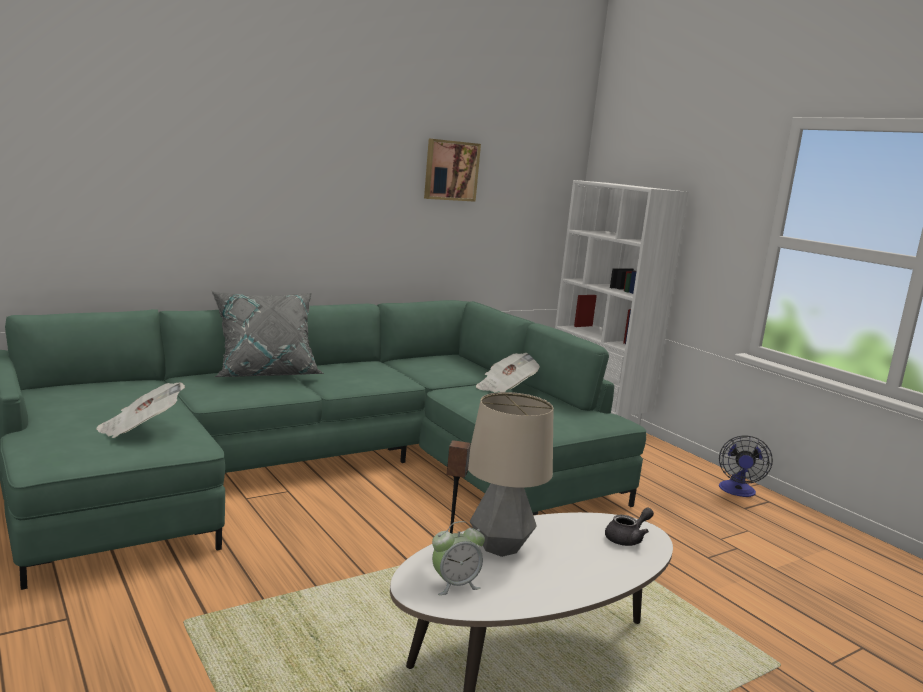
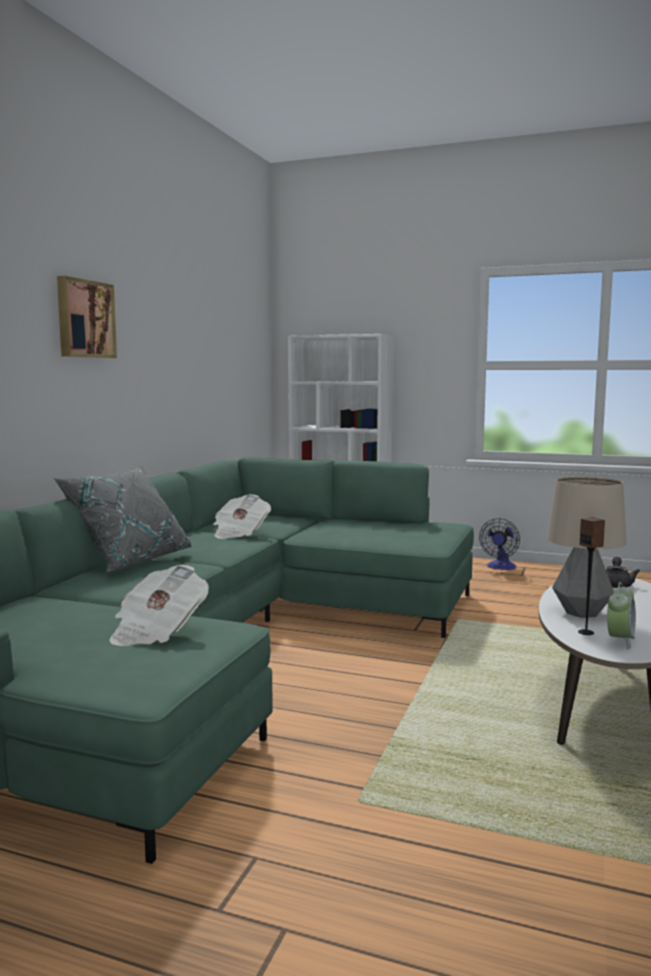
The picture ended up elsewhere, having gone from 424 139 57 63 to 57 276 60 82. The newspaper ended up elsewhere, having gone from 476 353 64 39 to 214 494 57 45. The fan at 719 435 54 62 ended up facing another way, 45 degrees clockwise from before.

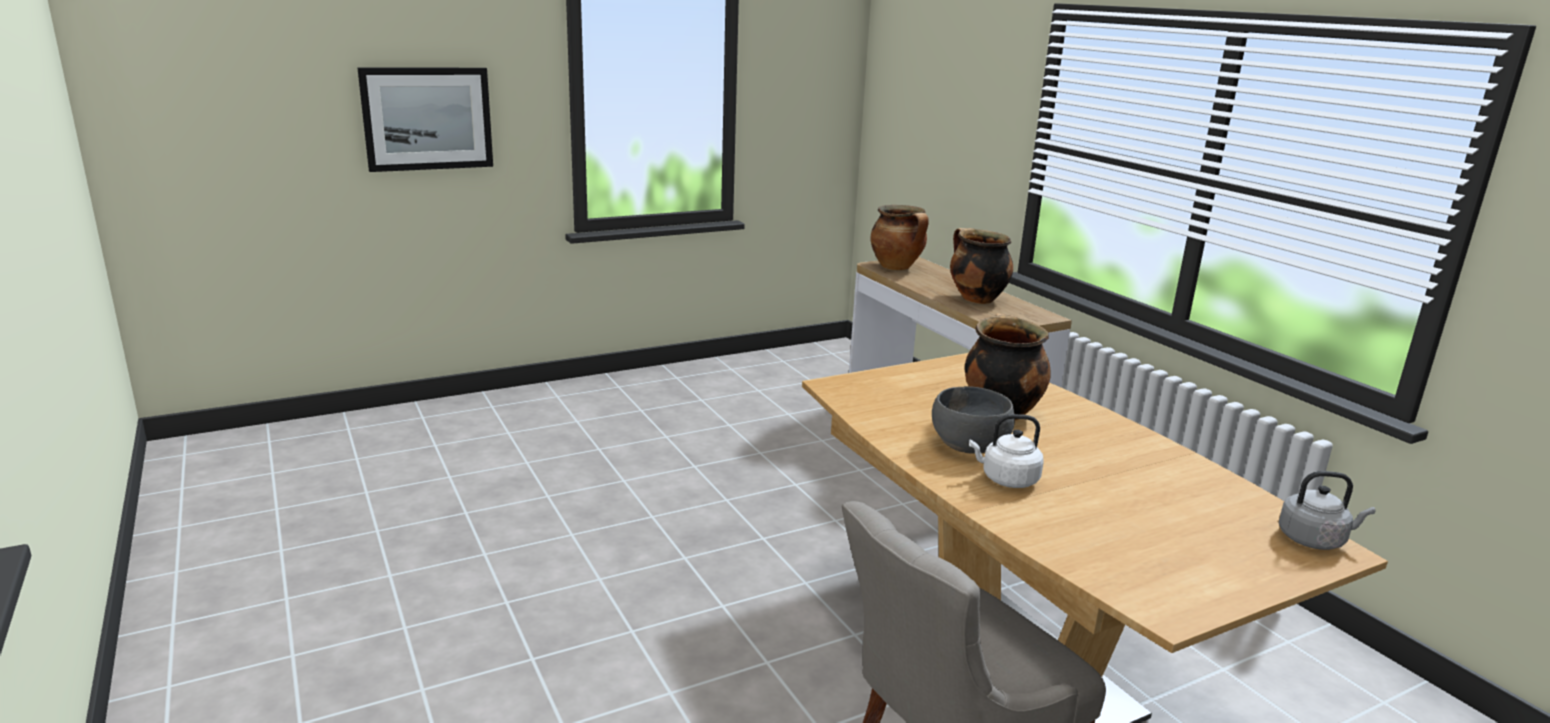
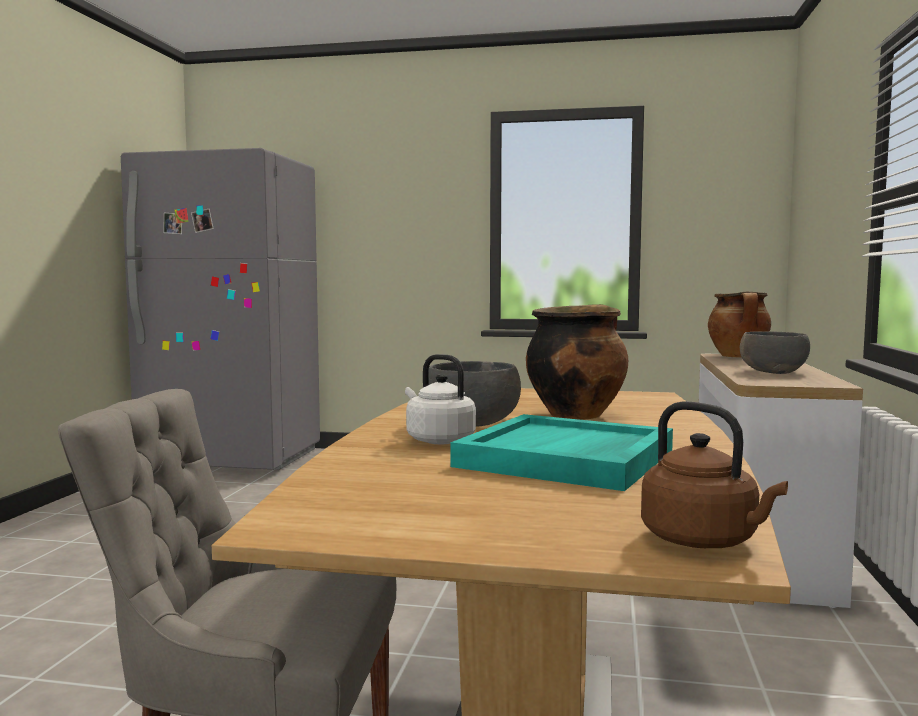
The second view lost the picture at 358 68 135 104. Where the cooking pot stood at 950 228 63 76, the bowl in grey came to stand at 740 331 70 43. What was the kettle in grey at 1279 471 96 79 turned into the kettle in brown at 641 402 147 146. The second view gained the fridge in grey at 121 148 199 322. The second view gained the tray in turquoise at 451 414 222 77.

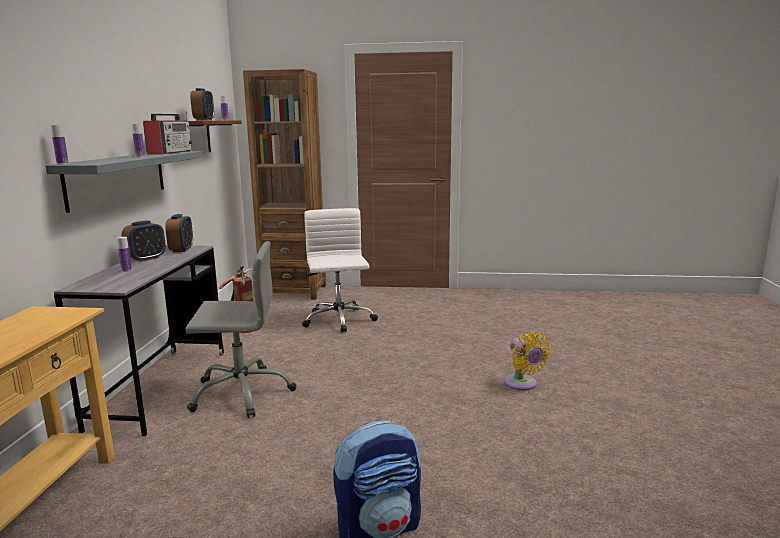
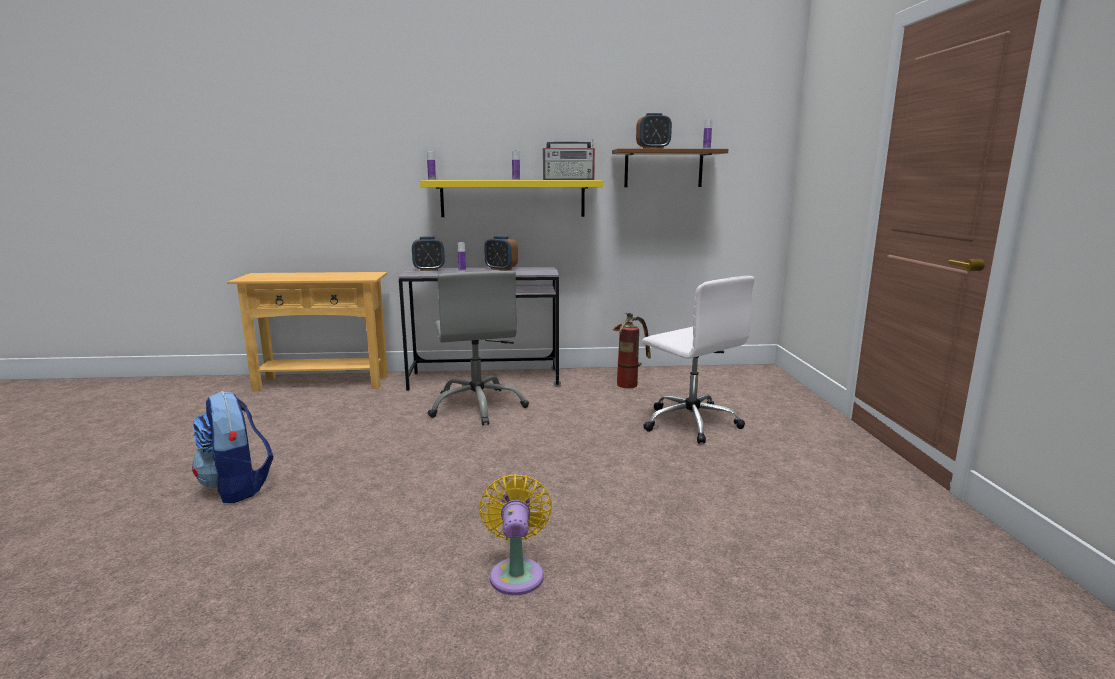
The second view lost the bookcase in brown at 243 69 83 231. What was the shelf in grey at 45 151 158 62 turned into the shelf in yellow at 420 180 183 37. The office chair in white at 302 208 76 124 ended up facing another way, 75 degrees clockwise from before. The alarm clock ended up elsewhere, having gone from 165 214 28 38 to 412 236 33 35. The fan in yellow at 504 332 47 59 ended up facing another way, 120 degrees clockwise from before.

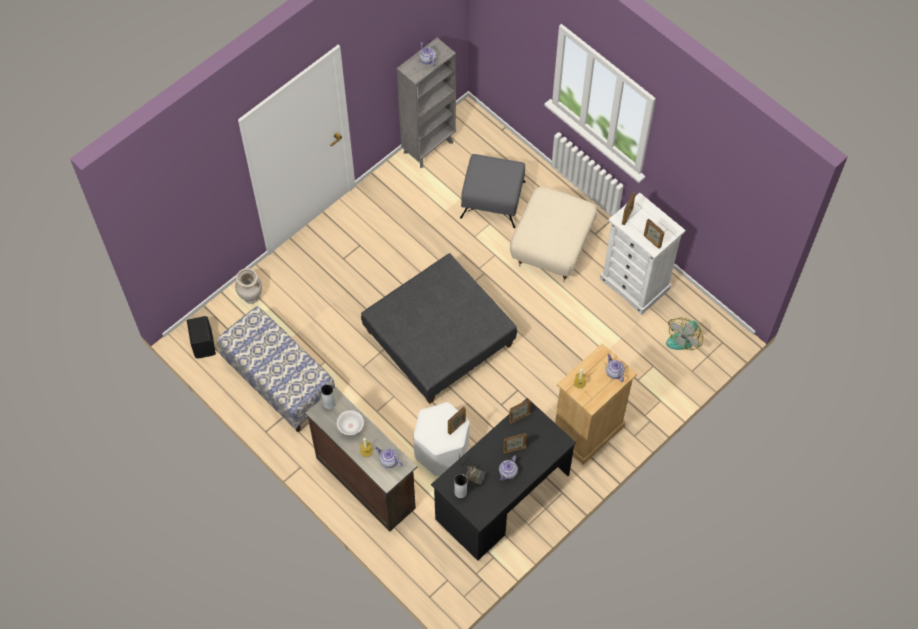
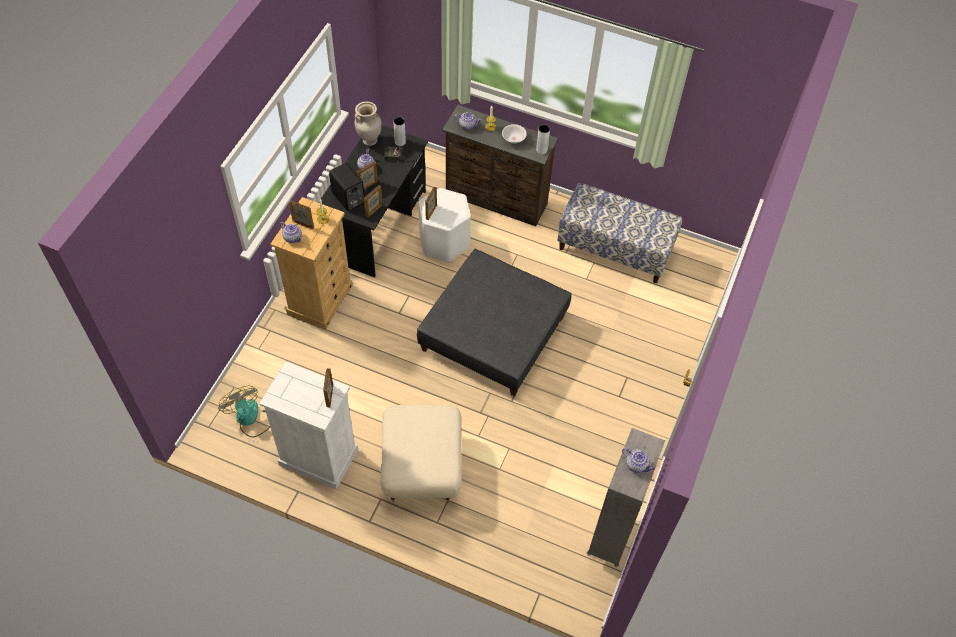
The second view lost the ottoman in grey at 460 154 66 74. The picture frame ended up elsewhere, having gone from 644 219 21 30 to 289 200 25 29. The vase in beige ended up elsewhere, having gone from 235 268 27 36 to 354 101 28 45. The speaker in black ended up elsewhere, having gone from 187 316 29 43 to 329 163 36 48. The fan at 666 318 37 32 ended up facing another way, 45 degrees counterclockwise from before.

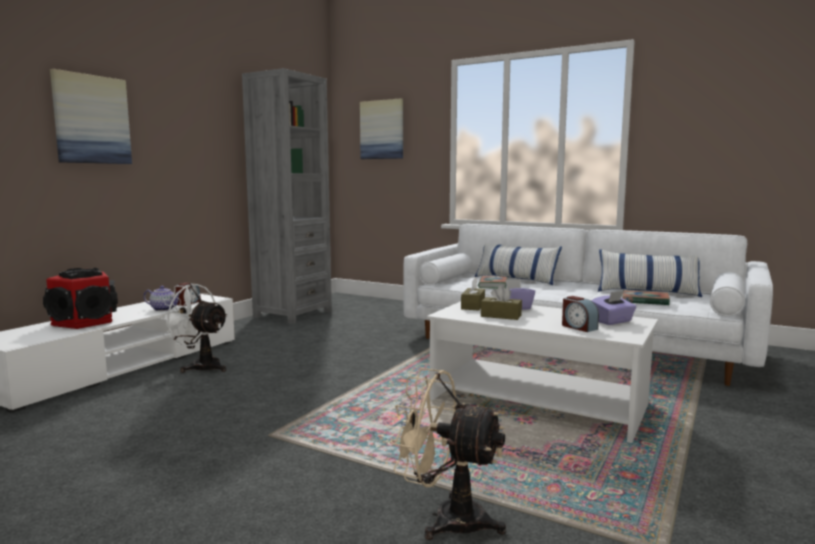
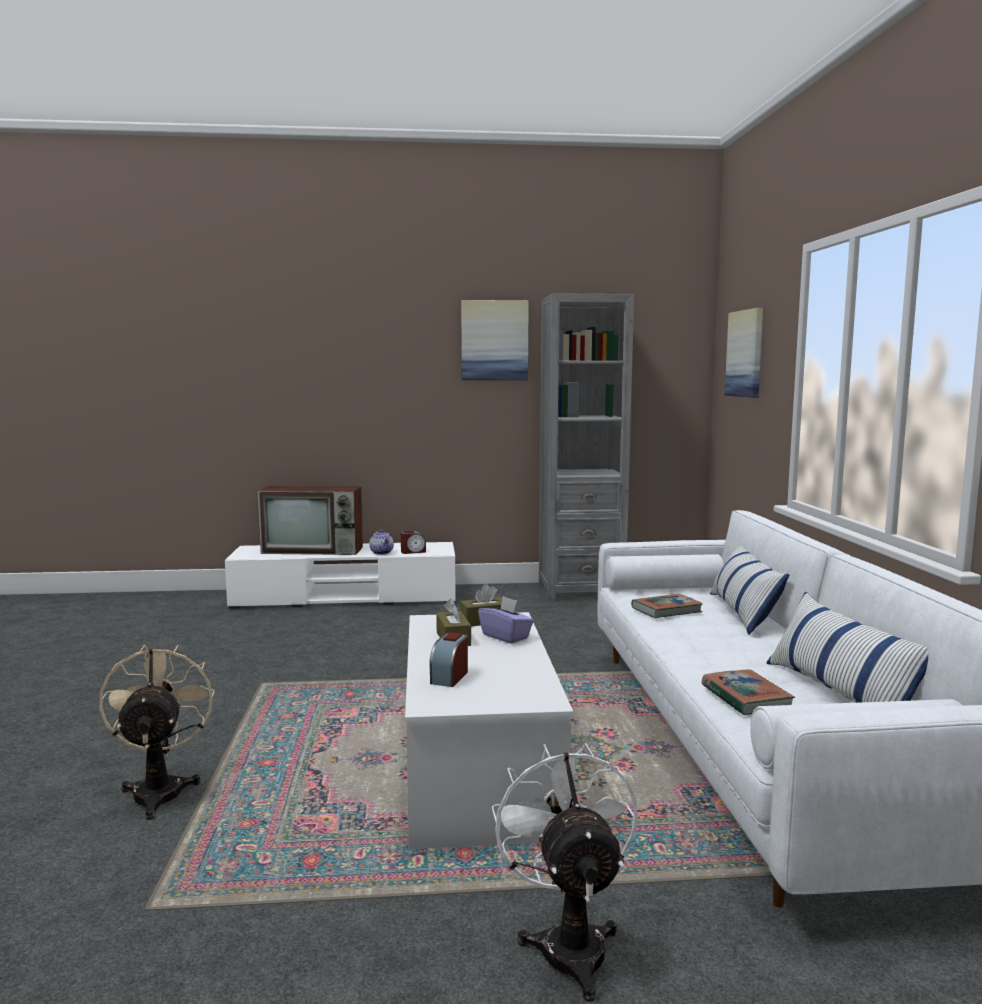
The picture ended up elsewhere, having gone from 50 69 82 95 to 461 300 68 80. Where the speaker stood at 43 268 75 61, the television came to stand at 258 486 105 69. The fan in white ended up elsewhere, having gone from 158 284 70 89 to 492 743 146 259. The second view lost the tissue box in purple at 591 291 45 34.

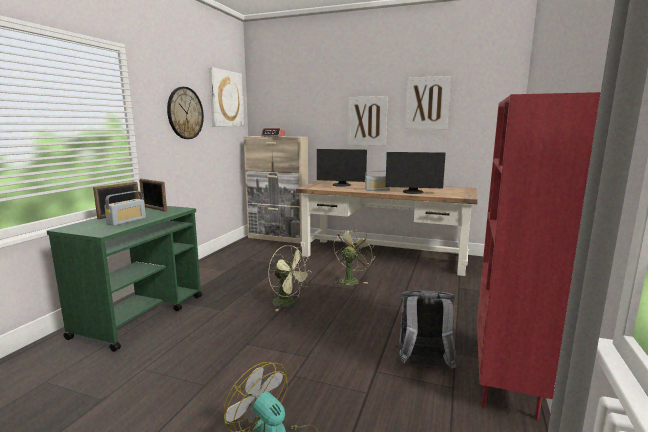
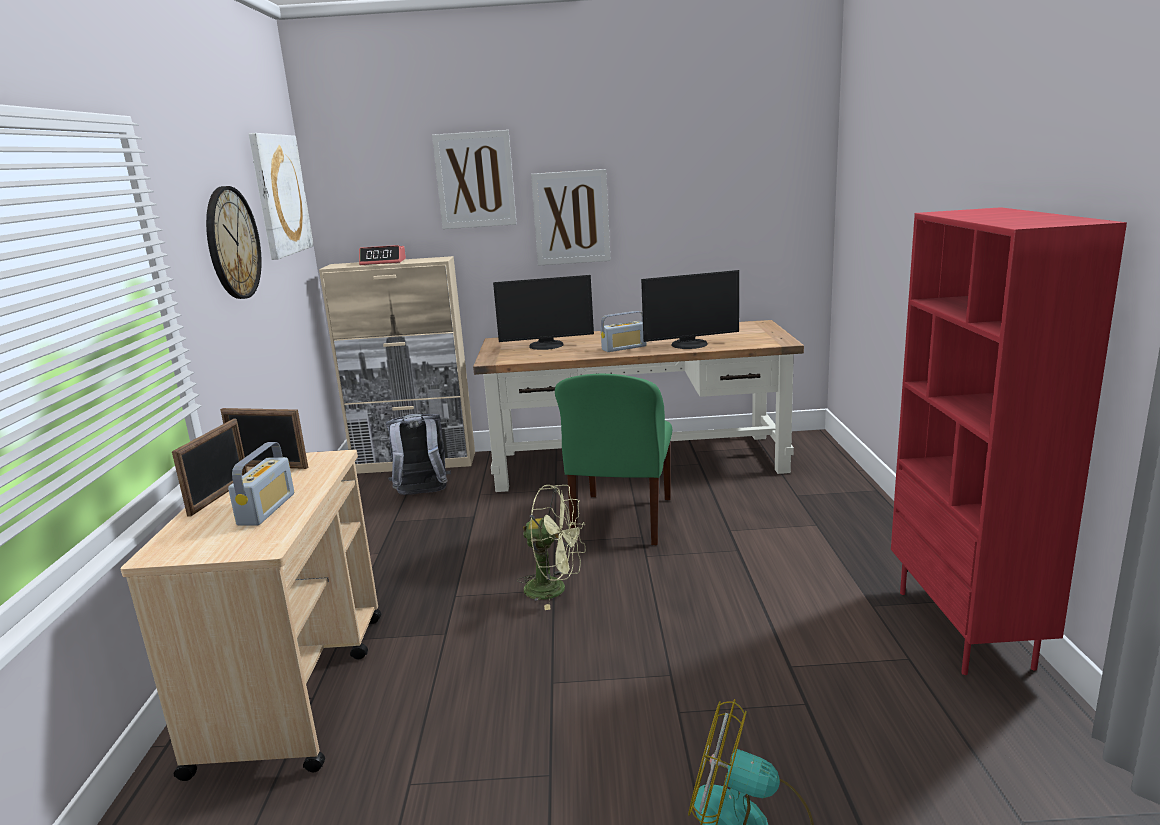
The picture ended up elsewhere, having gone from 405 76 46 53 to 432 130 85 99. What was the cart in green at 47 206 155 146 turned into the cart in beige at 120 450 261 331. Where the fan in green stood at 332 229 42 57, the chair in green came to stand at 555 374 117 171. The backpack in grey ended up elsewhere, having gone from 395 290 61 78 to 386 414 65 81.

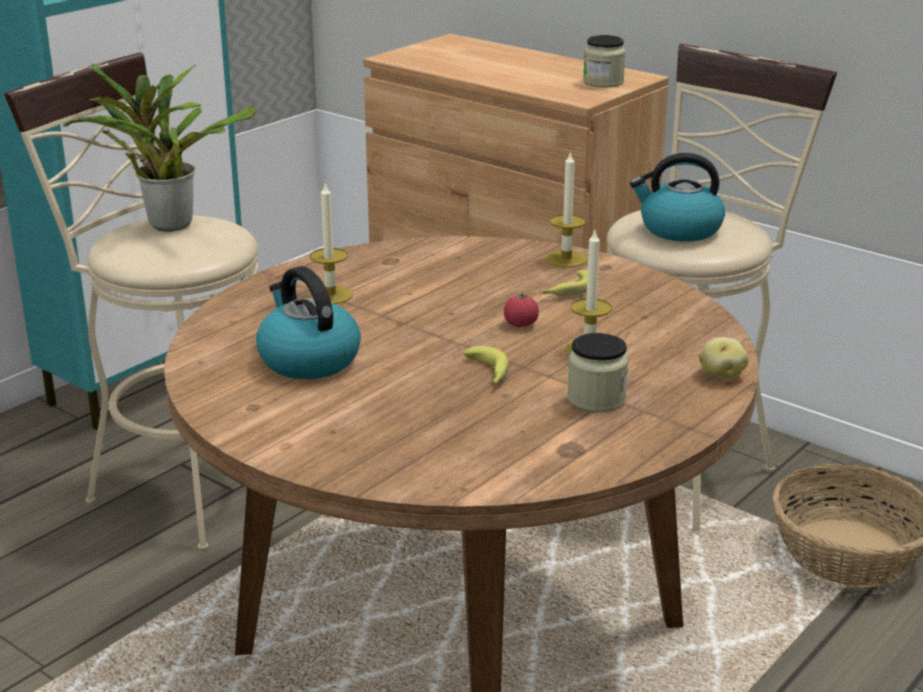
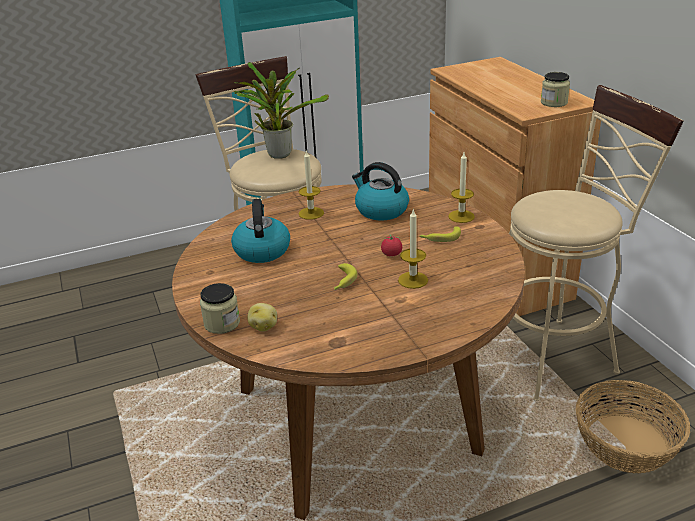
The kettle ended up elsewhere, having gone from 630 153 95 89 to 352 162 57 59. The jar ended up elsewhere, having gone from 567 333 62 80 to 200 283 40 51. The potato ended up elsewhere, having gone from 699 337 50 43 to 247 303 30 29.

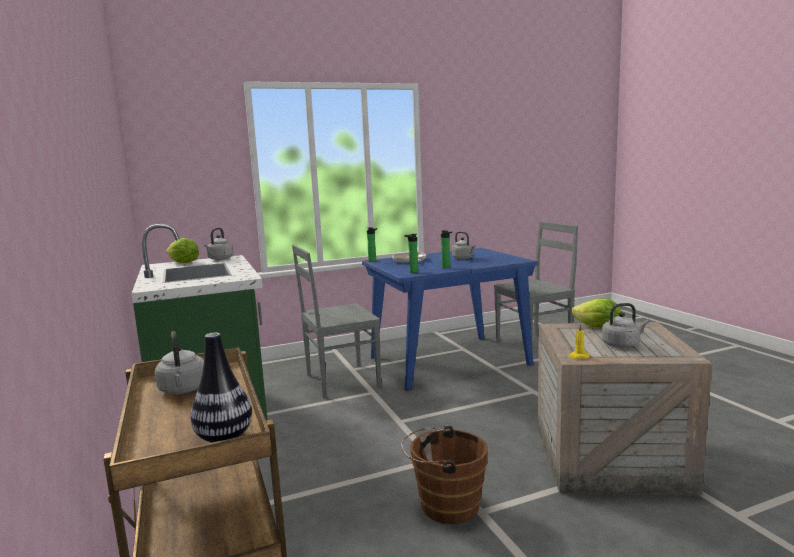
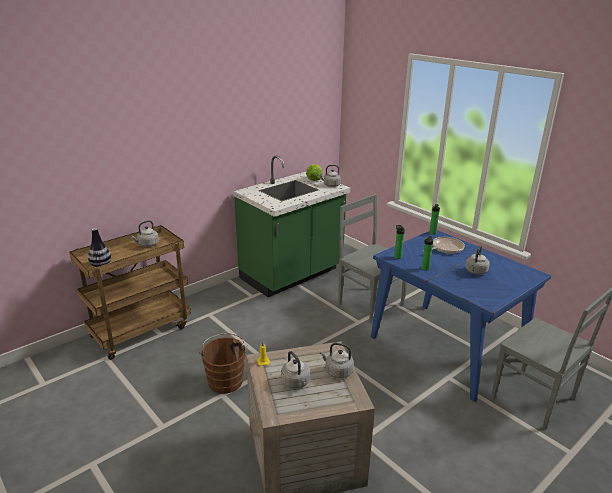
Where the lettuce stood at 571 298 50 31, the kettle in grey came to stand at 320 342 34 36.

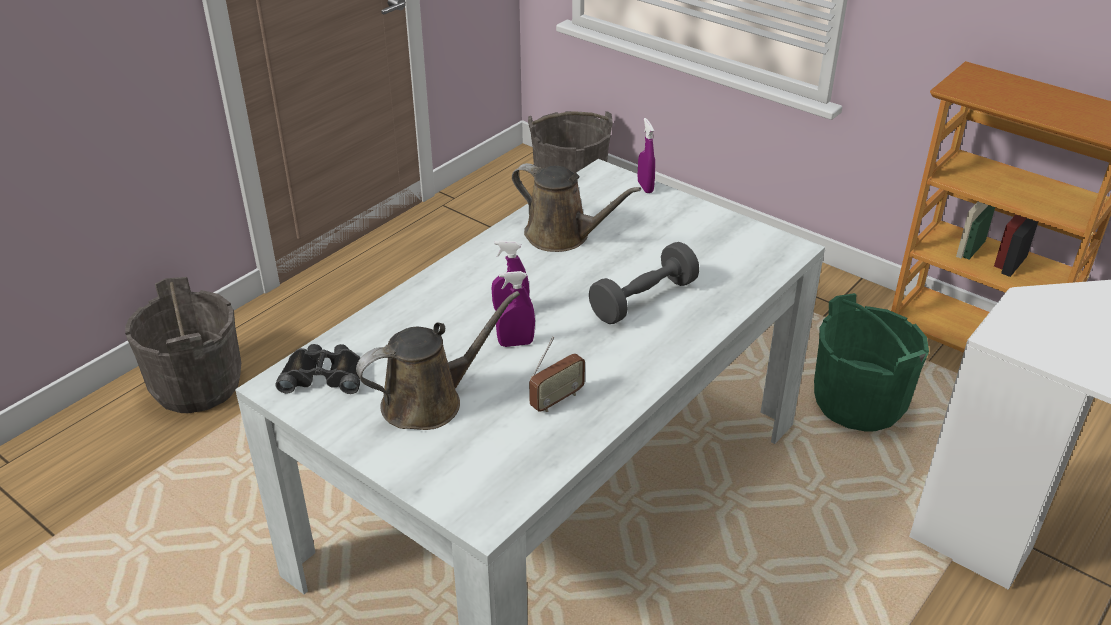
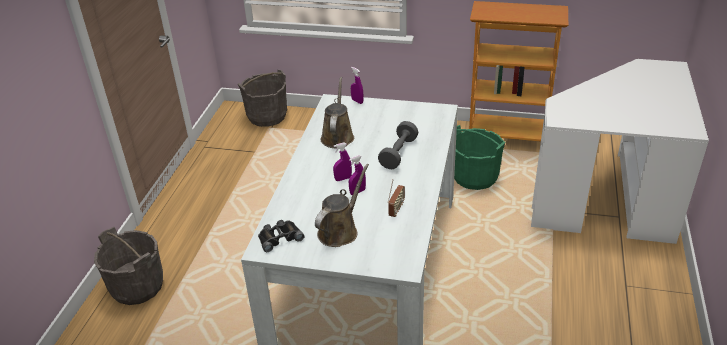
The watering can in brown at 512 163 129 89 ended up facing another way, 90 degrees counterclockwise from before.

